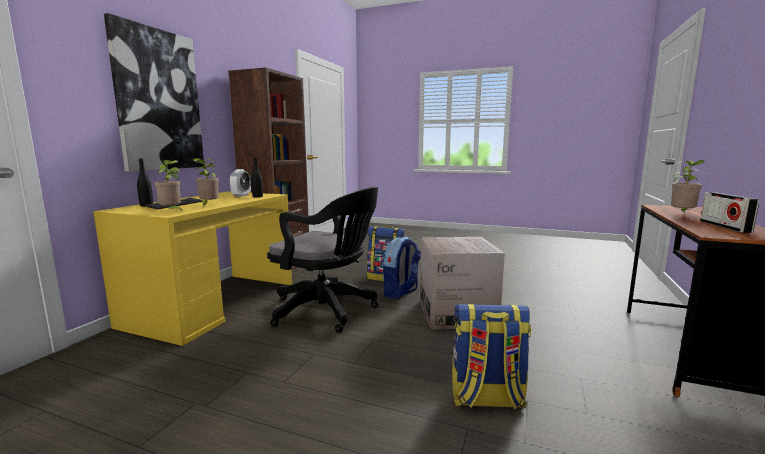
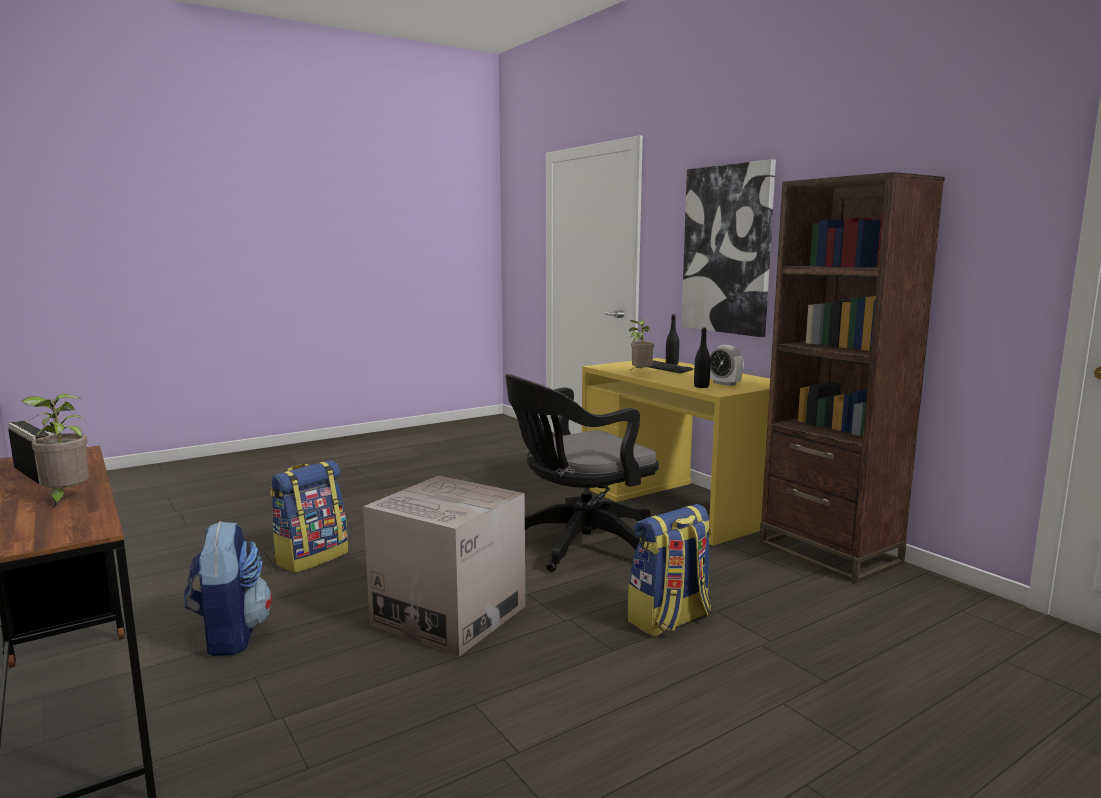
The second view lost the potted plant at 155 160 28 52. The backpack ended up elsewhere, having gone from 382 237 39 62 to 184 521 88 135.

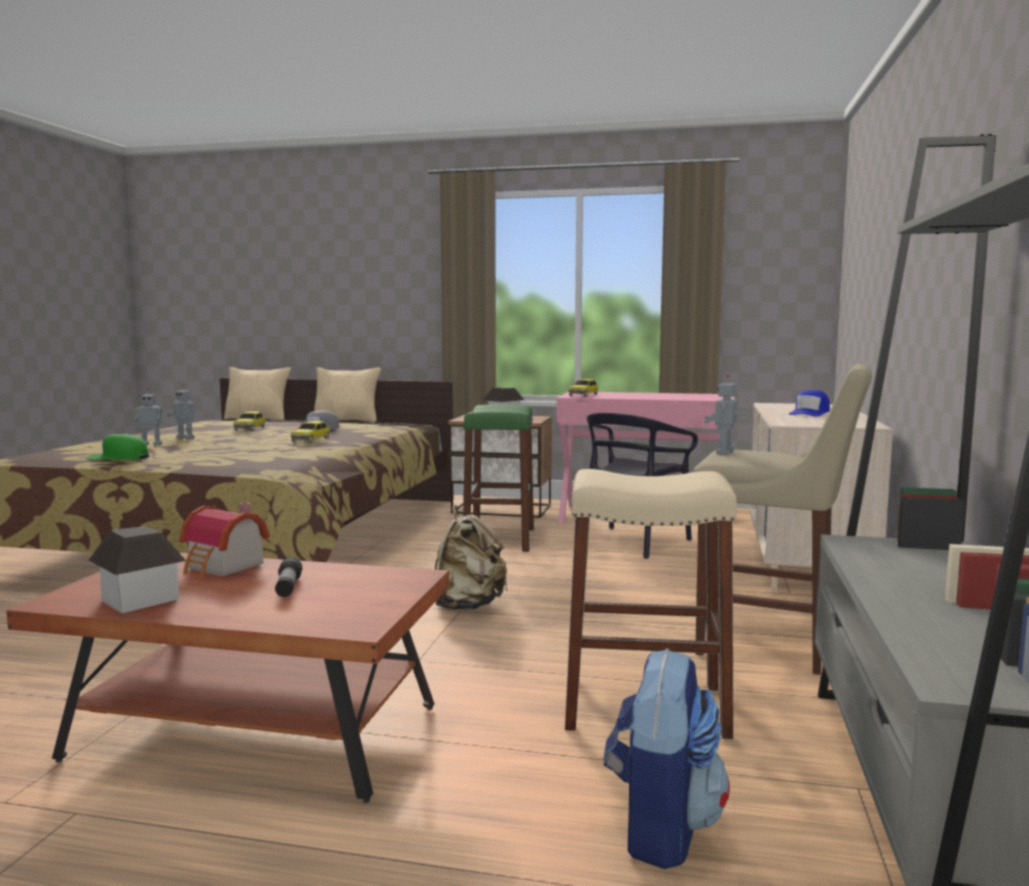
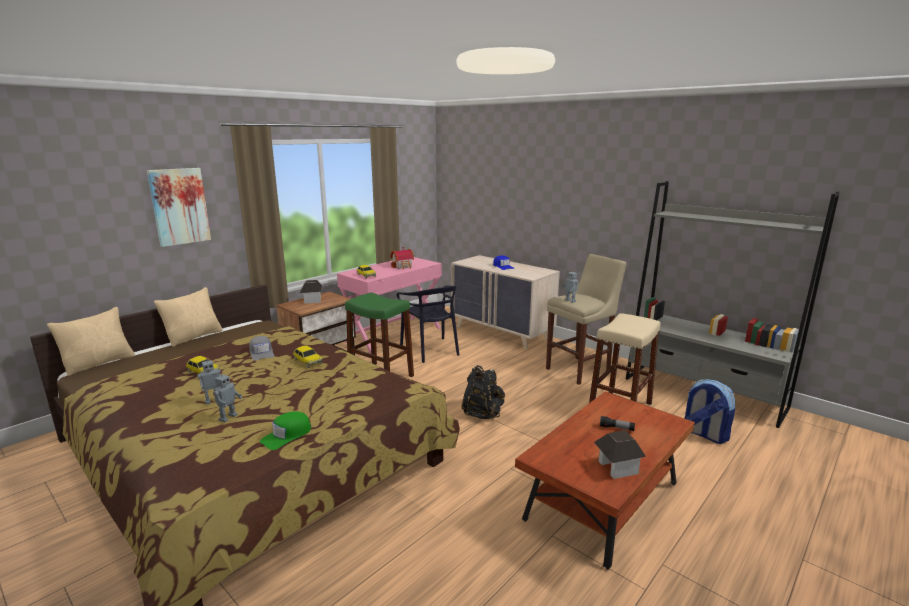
The toy house ended up elsewhere, having gone from 179 502 91 77 to 390 247 24 23. What was the backpack in beige at 435 505 73 106 turned into the backpack in black at 462 365 43 54. The second view gained the picture at 147 168 64 79.

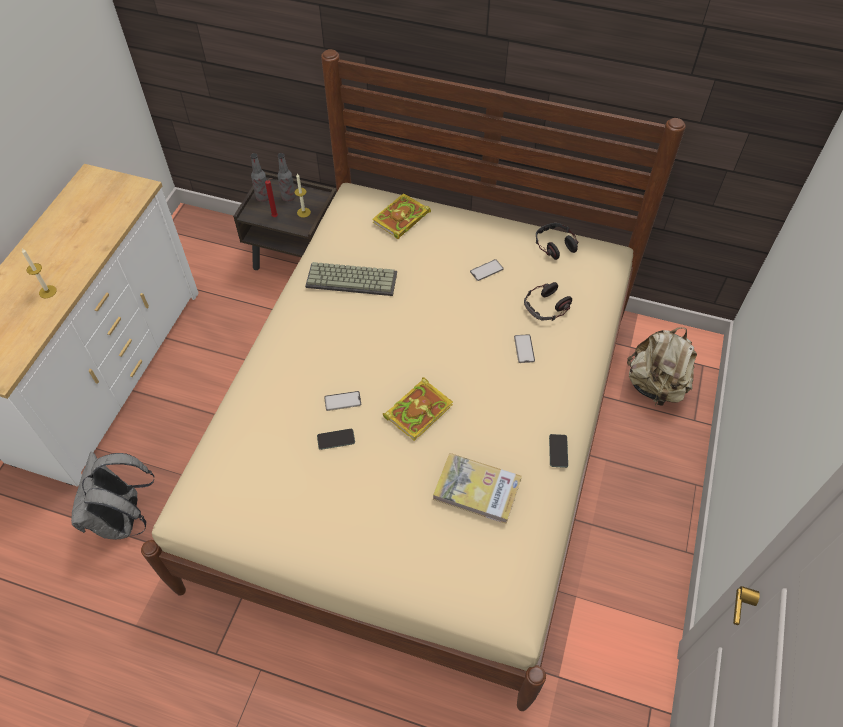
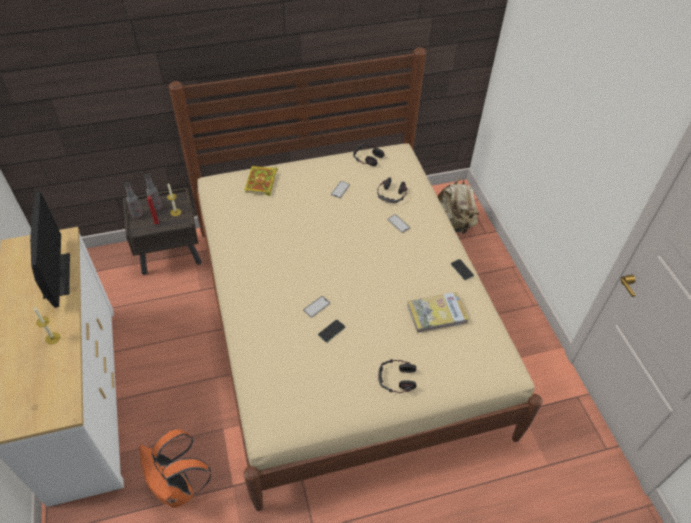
The second view lost the keyboard at 305 262 92 34. The second view lost the book at 383 377 70 64. What was the backpack in grey at 71 452 84 87 turned into the backpack in orange at 139 429 72 79. The second view gained the monitor at 30 191 40 117. The second view gained the headphones at 378 359 39 34.

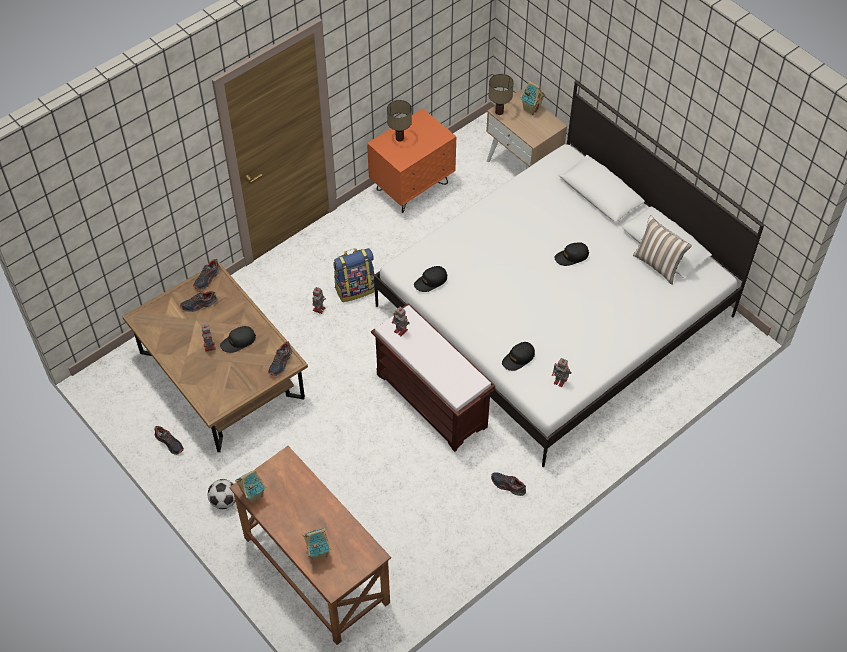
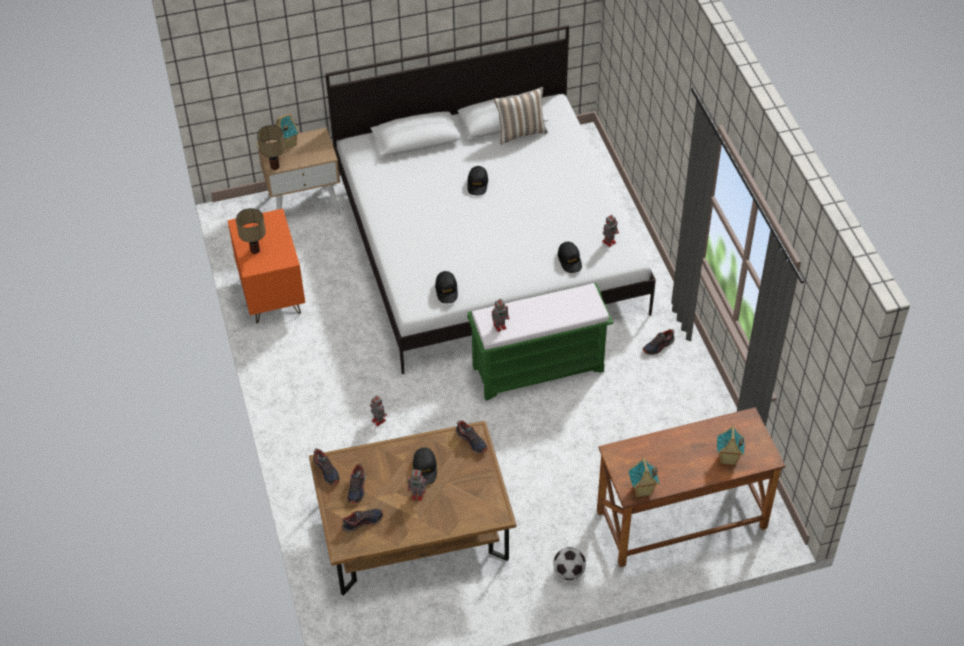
The second view lost the backpack at 333 248 42 54. What was the bench in brown at 371 303 124 149 turned into the bench in green at 467 283 146 118. The shoe ended up elsewhere, having gone from 154 426 30 29 to 342 509 41 23.

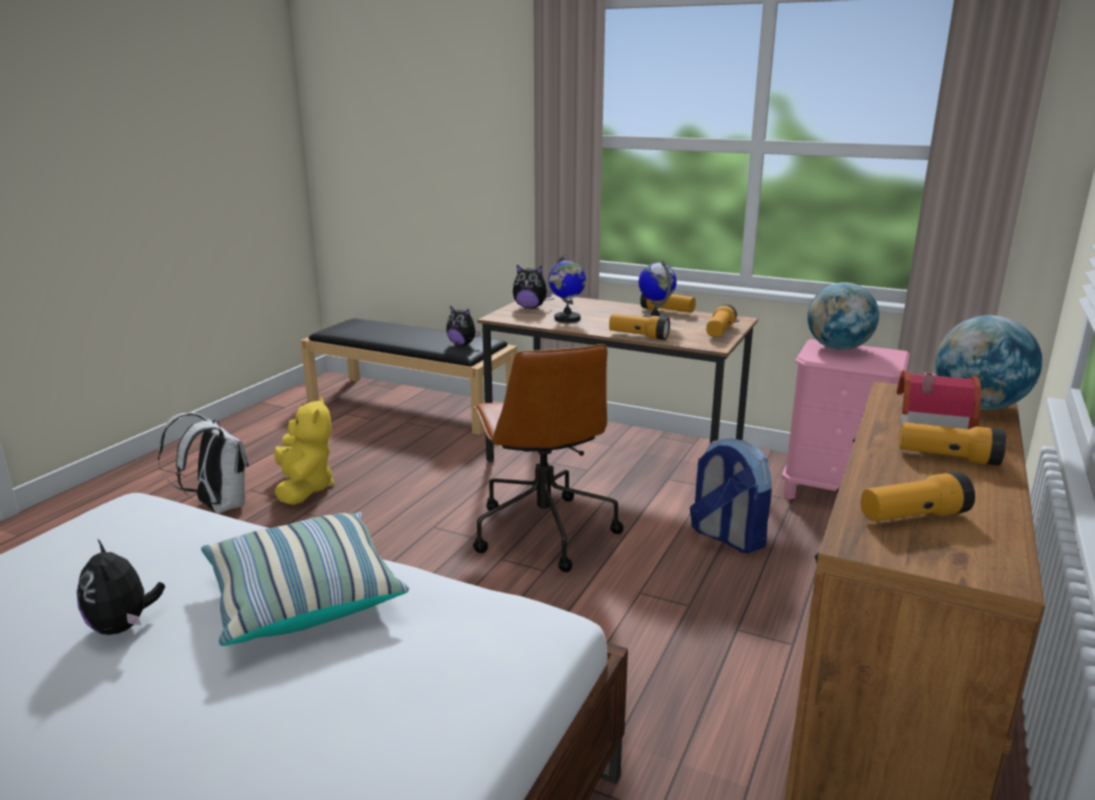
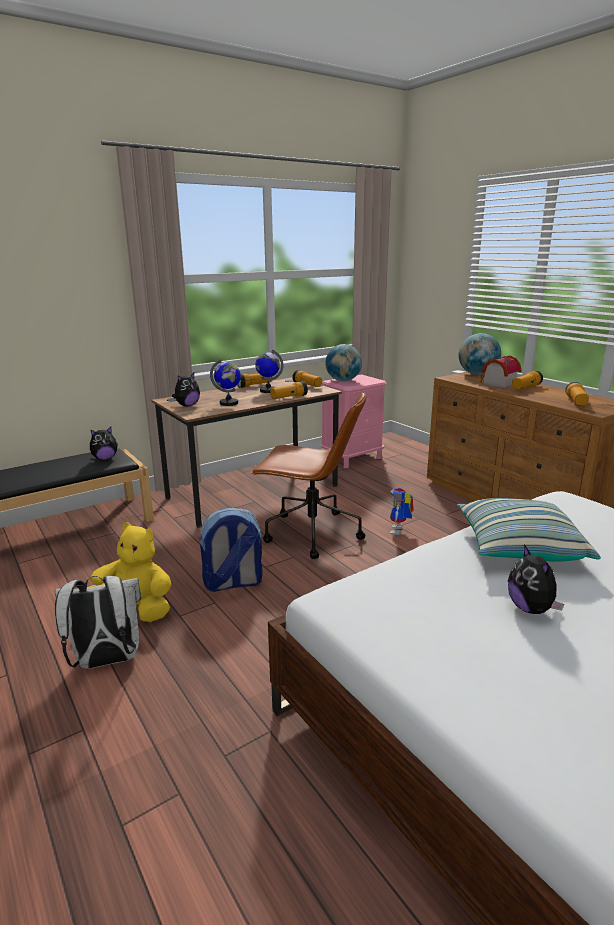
The backpack ended up elsewhere, having gone from 690 438 81 115 to 198 508 65 84. The plush toy at 77 539 88 96 ended up facing another way, 75 degrees clockwise from before. The second view gained the toy robot at 390 486 24 49.

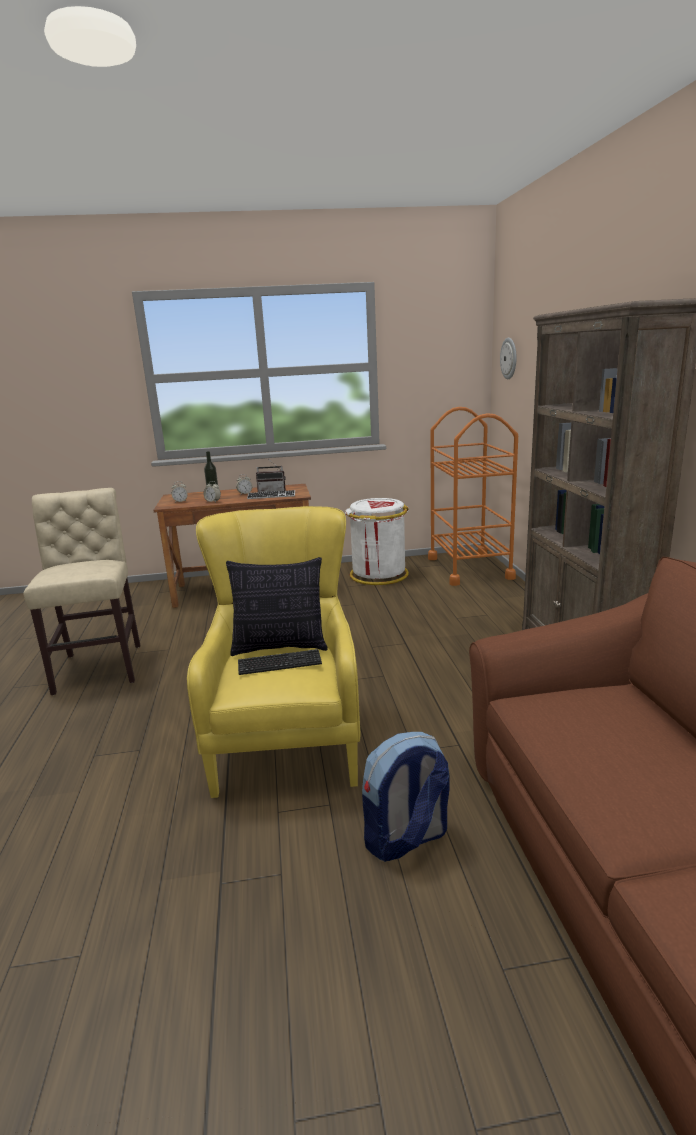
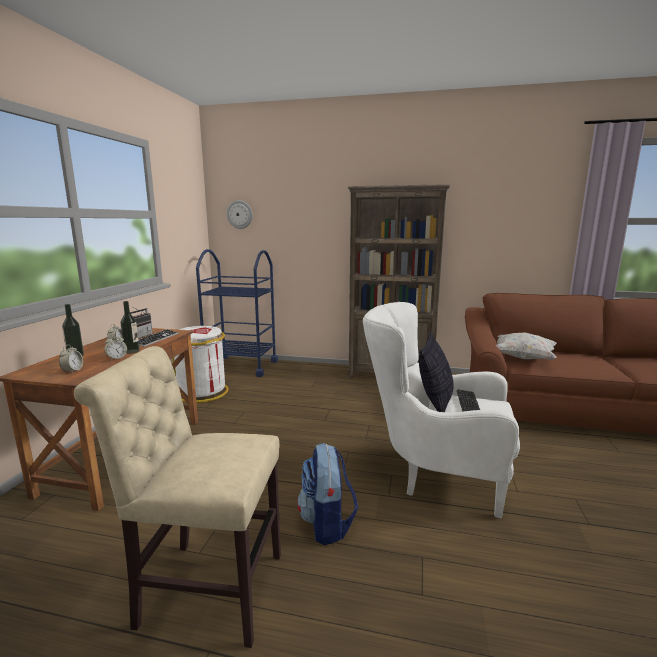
What was the cart in orange at 428 407 90 179 turned into the cart in blue at 196 249 82 128. What was the armchair in yellow at 187 506 174 292 turned into the armchair in white at 363 302 157 216. The backpack ended up elsewhere, having gone from 362 732 88 130 to 297 443 61 102. The second view gained the bottle at 120 301 20 53. The second view gained the pillow in white at 496 332 61 28.

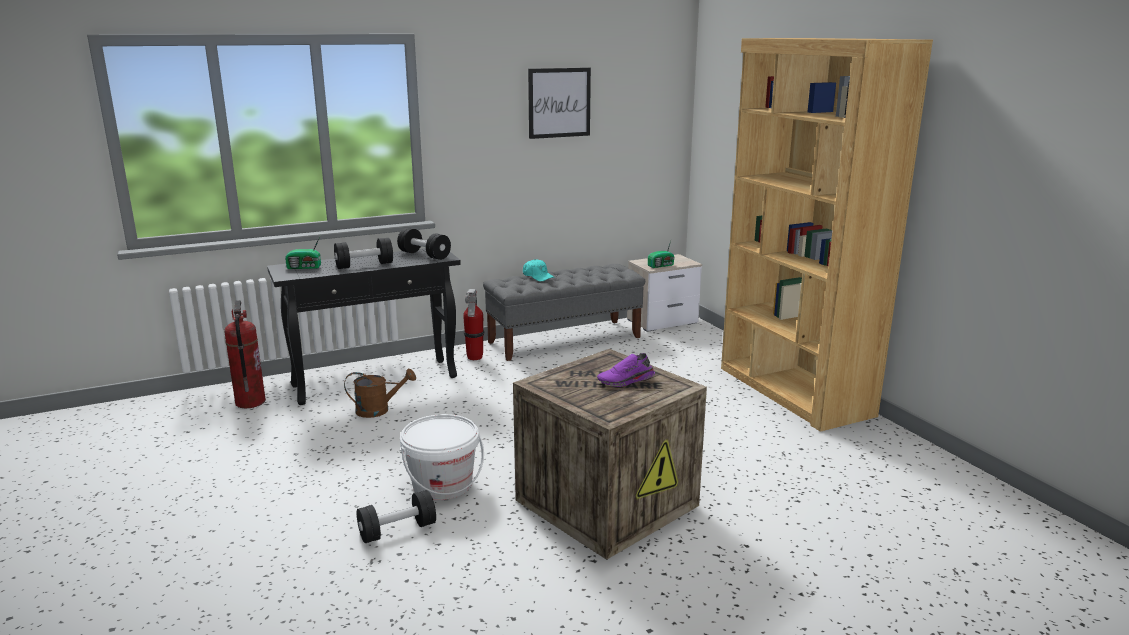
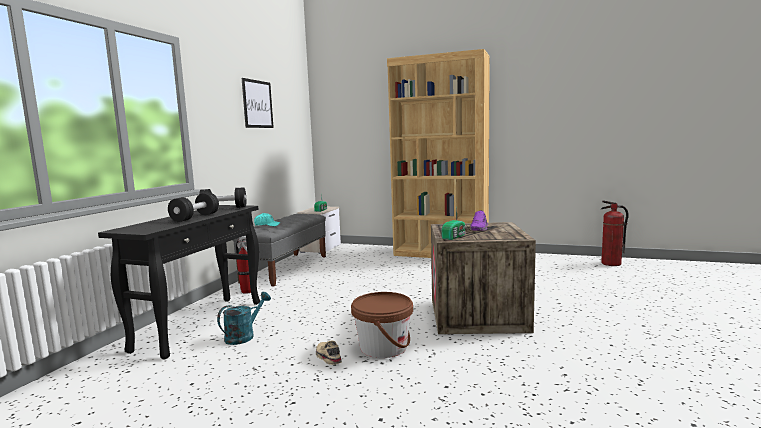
The radio ended up elsewhere, having gone from 285 235 36 34 to 442 208 24 32. The fire extinguisher ended up elsewhere, having gone from 224 300 42 108 to 601 200 28 66. What was the watering can in brown at 344 368 72 50 turned into the watering can in turquoise at 217 292 54 53. What was the bucket in white at 400 414 84 86 turned into the bucket in brown at 351 292 62 66. The second view lost the dumbbell in black at 357 490 79 53. The second view gained the shoe in beige at 316 340 26 25.

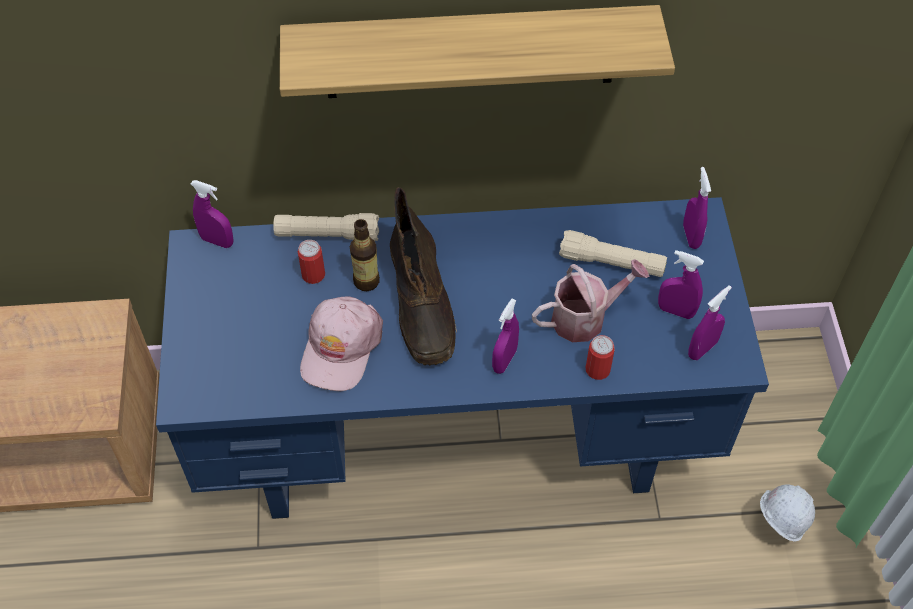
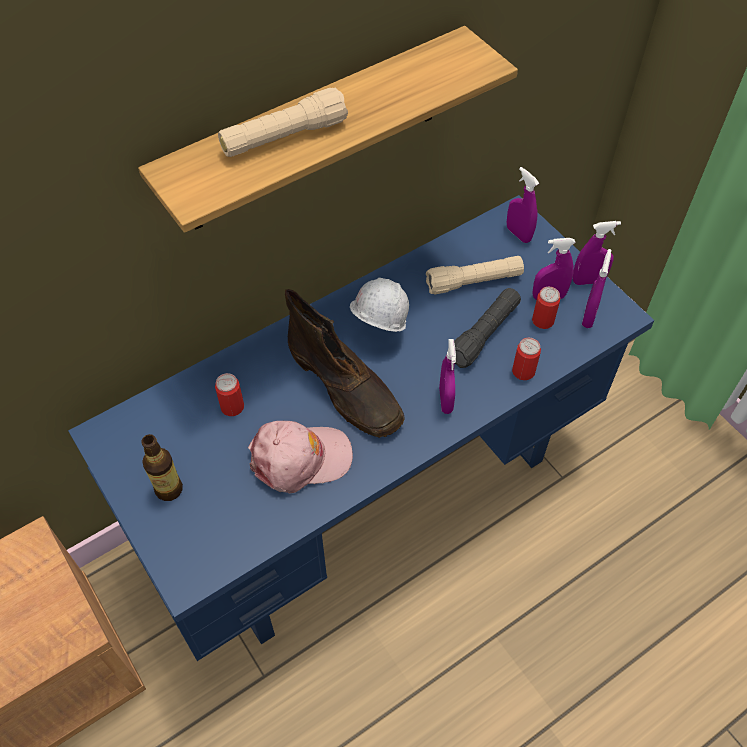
The spray bottle in purple ended up elsewhere, having gone from 191 180 42 68 to 573 221 48 64. The flashlight in beige ended up elsewhere, having gone from 273 213 106 28 to 218 88 130 69. The bottle ended up elsewhere, having gone from 350 219 30 72 to 141 434 42 67. Where the watering can stood at 532 259 118 83, the flashlight in black came to stand at 454 288 67 80. The cap in pink at 300 297 83 94 ended up facing another way, 90 degrees counterclockwise from before. The hard hat in white ended up elsewhere, having gone from 760 484 55 58 to 350 278 59 54. The second view gained the can at 532 287 28 42.

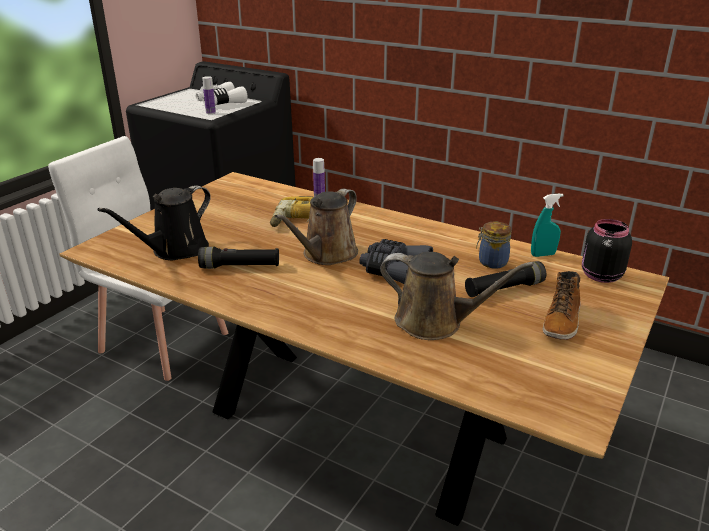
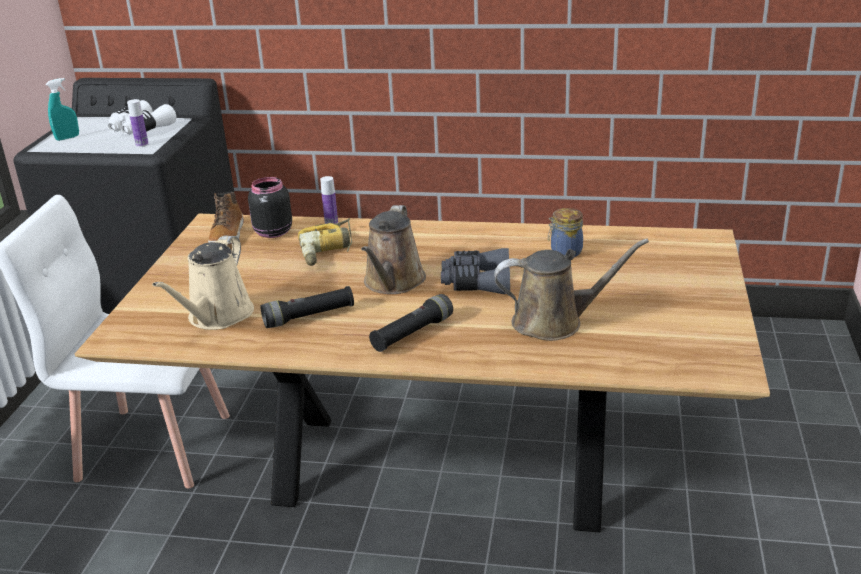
What was the watering can in black at 98 186 113 74 turned into the watering can in beige at 152 235 102 95. The spray bottle in turquoise ended up elsewhere, having gone from 531 193 33 64 to 46 78 33 63. The jar in black ended up elsewhere, having gone from 582 219 50 64 to 248 177 44 61. The flashlight in black ended up elsewhere, having gone from 465 261 82 36 to 369 294 84 58. The boot ended up elsewhere, having gone from 543 271 38 69 to 208 192 36 53.

